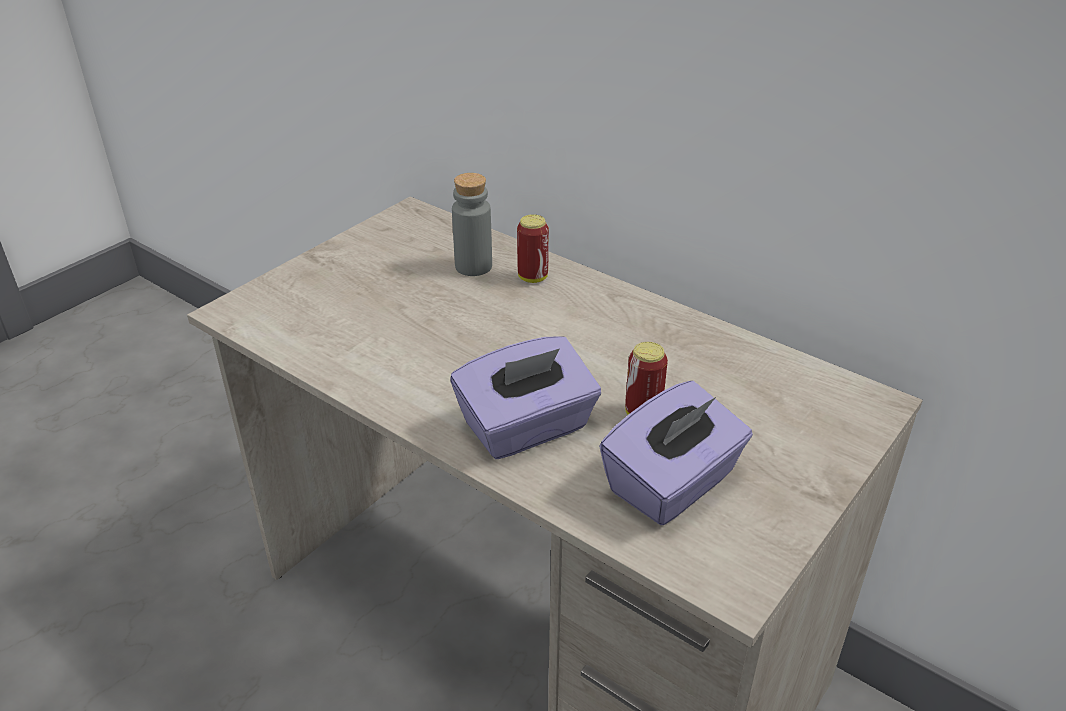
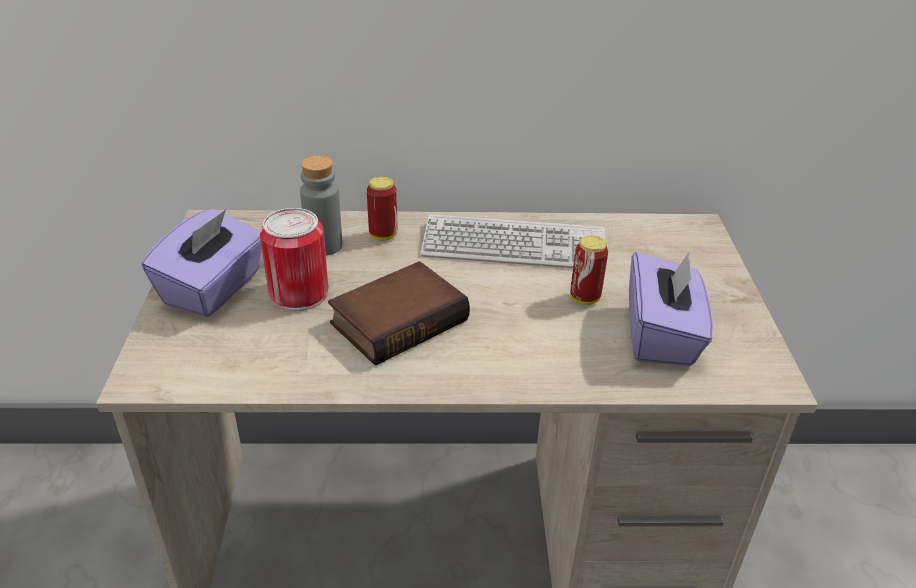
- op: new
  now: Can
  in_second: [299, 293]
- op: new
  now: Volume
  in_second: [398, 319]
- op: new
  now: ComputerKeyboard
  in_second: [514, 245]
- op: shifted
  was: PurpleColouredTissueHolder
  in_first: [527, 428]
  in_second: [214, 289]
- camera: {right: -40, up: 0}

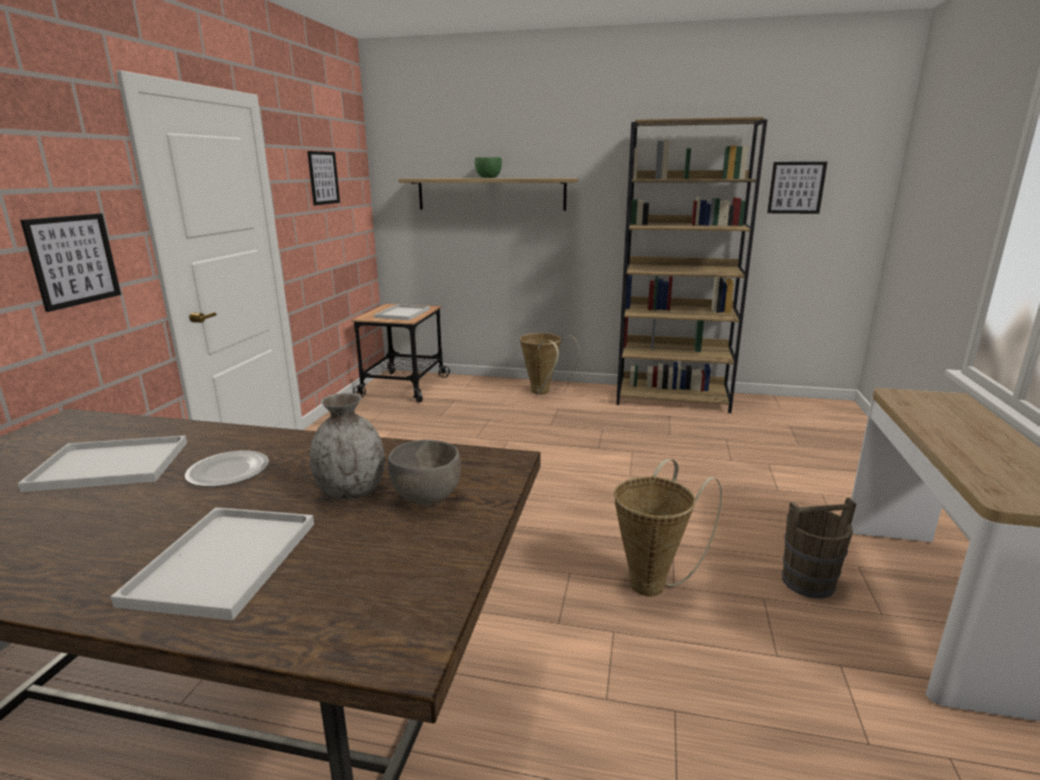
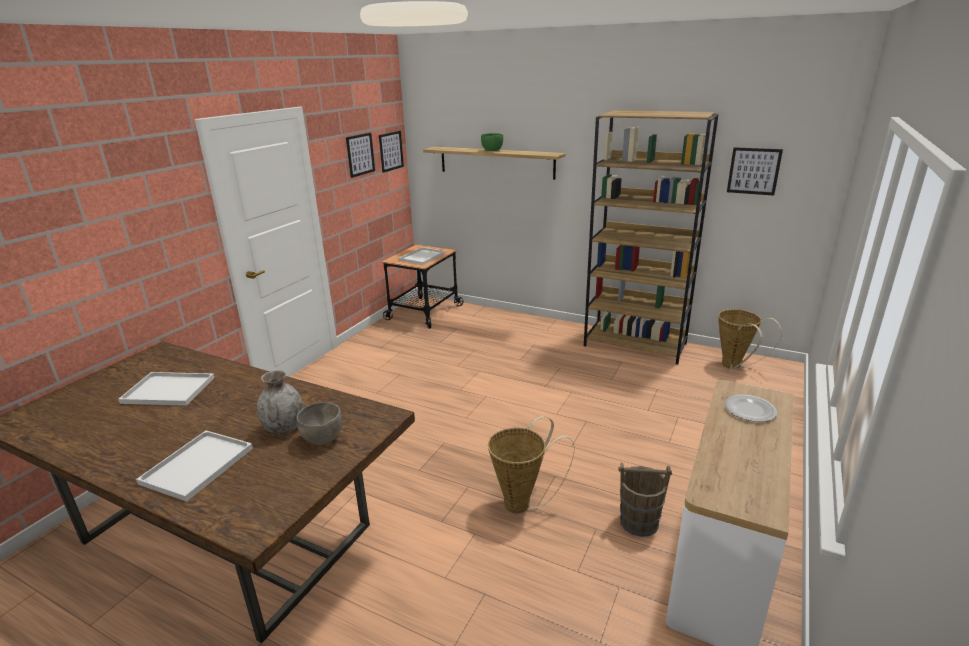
- op: shifted
  was: Picture
  in_first: [73, 260]
  in_second: [391, 151]
- op: shifted
  was: Plate
  in_first: [229, 471]
  in_second: [750, 409]
- op: shifted
  was: StorageBasket
  in_first: [543, 392]
  in_second: [734, 367]
- camera: {right: 15, up: 5}

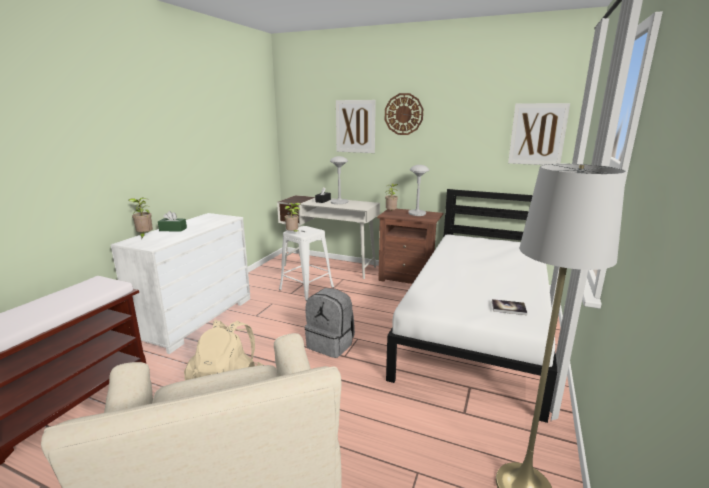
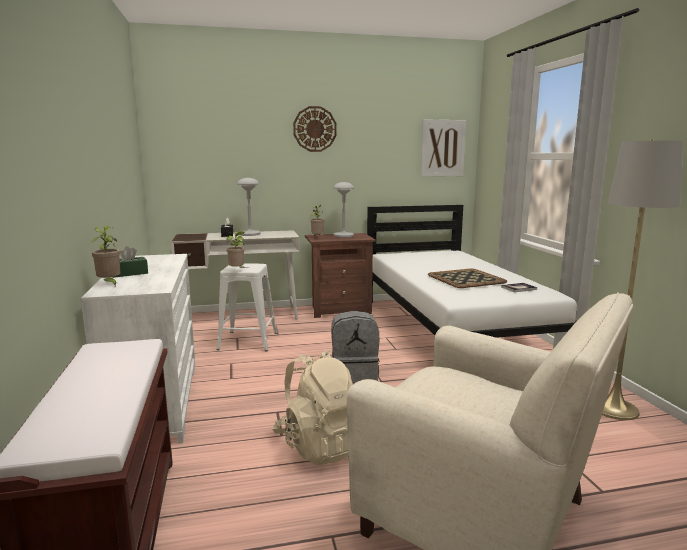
- op: gone
  was: Picture
  in_first: [355, 126]
- op: new
  now: ServingTray
  in_second: [466, 279]
- camera: {right: -35, up: -5}

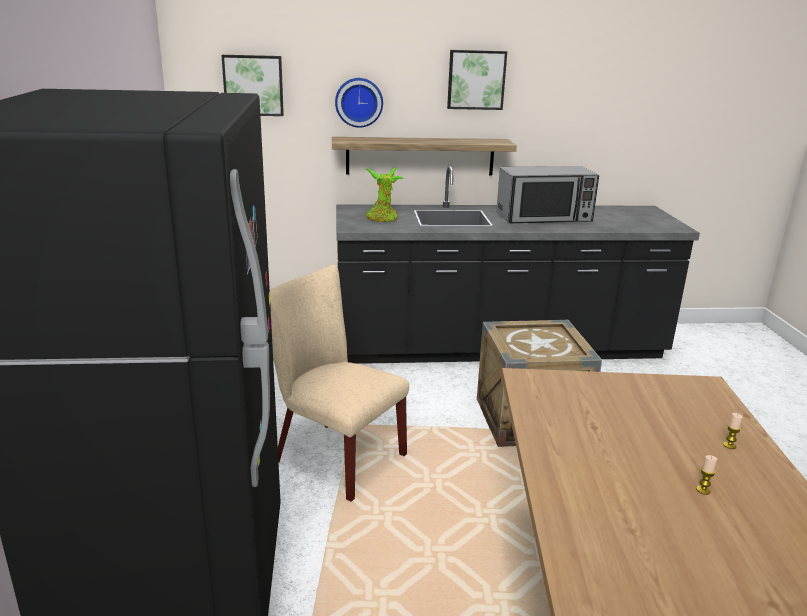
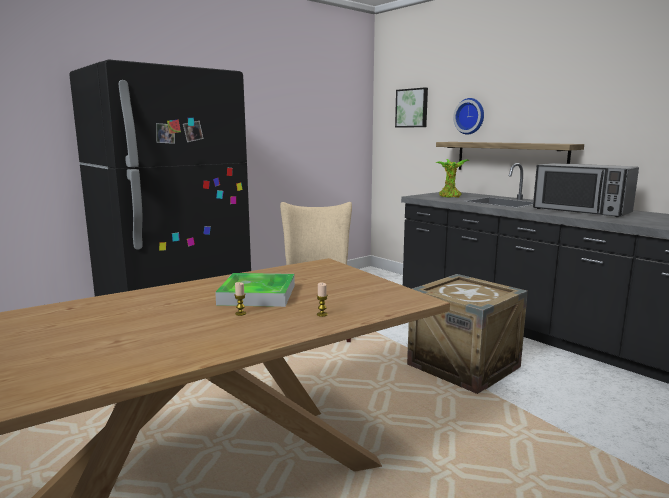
- op: gone
  was: Picture
  in_first: [476, 79]
- op: new
  now: ServingTray
  in_second: [257, 294]
- camera: {right: 55, up: -10}

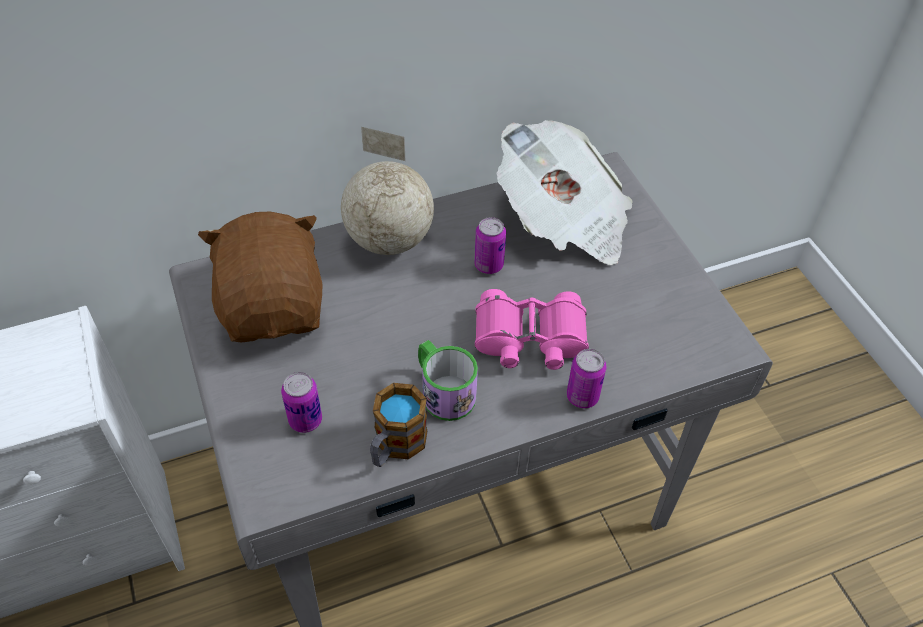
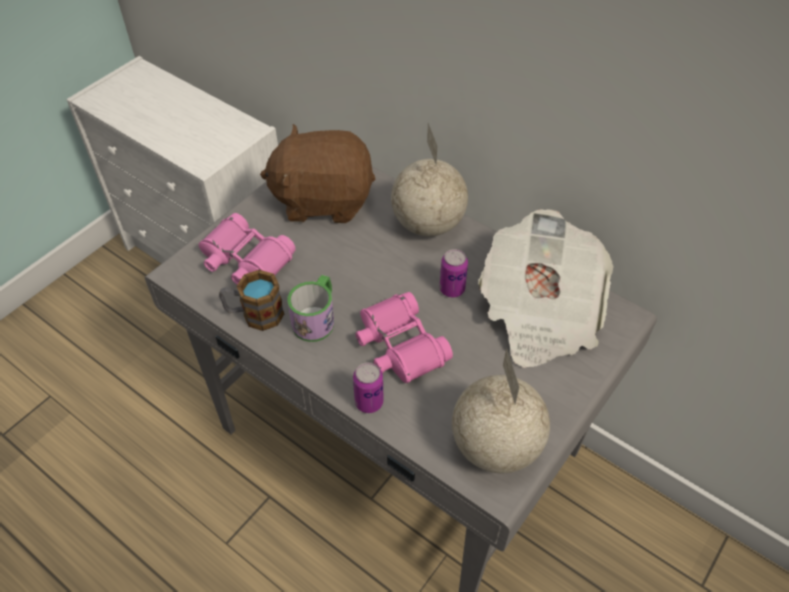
- op: new
  now: WorldGlobe
  in_second: [495, 448]
- op: swapped
  was: Can
  now: PinkColouredPairOfBinoculars
  in_first: [305, 420]
  in_second: [245, 260]
- op: rotated
  was: BrownishSoftToy
  in_first: [274, 307]
  in_second: [323, 200]
  clockwise: -135
- camera: {right: 60, up: 0}

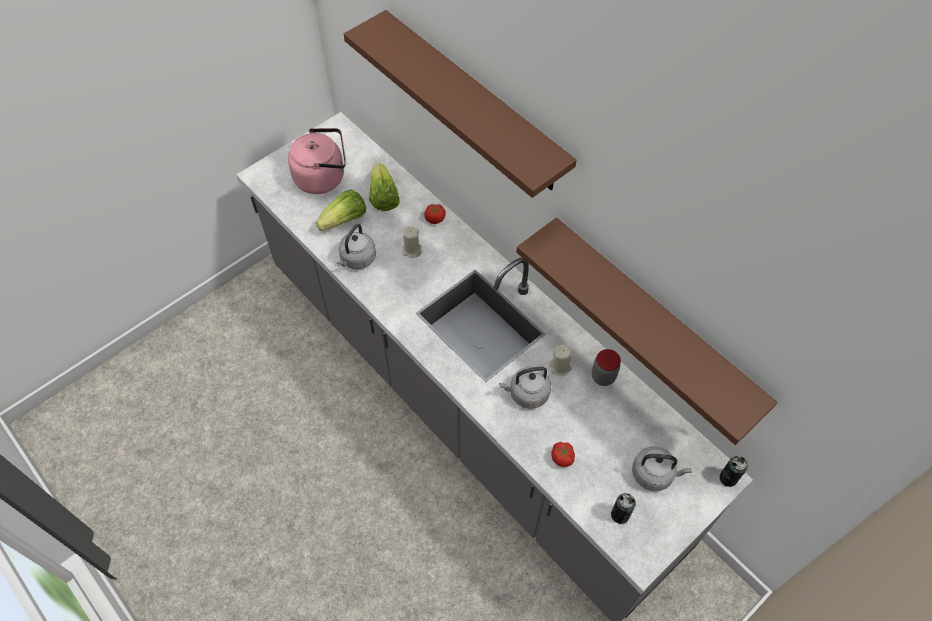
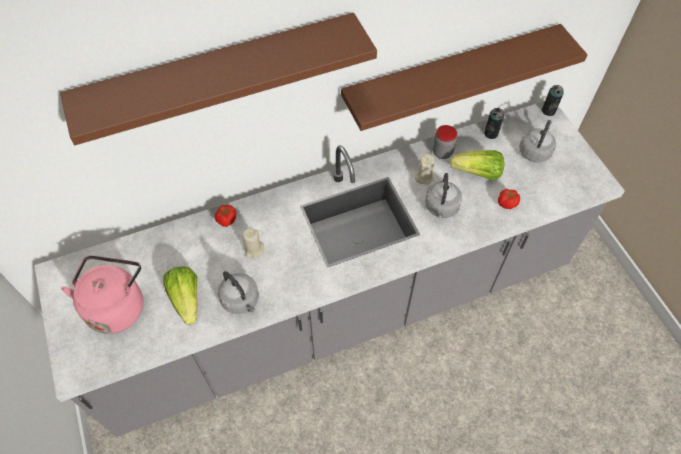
- op: shifted
  was: HeadOfLettuce
  in_first: [383, 197]
  in_second: [478, 173]
- op: shifted
  was: Can
  in_first: [620, 515]
  in_second: [491, 133]
- camera: {right: -70, up: 0}

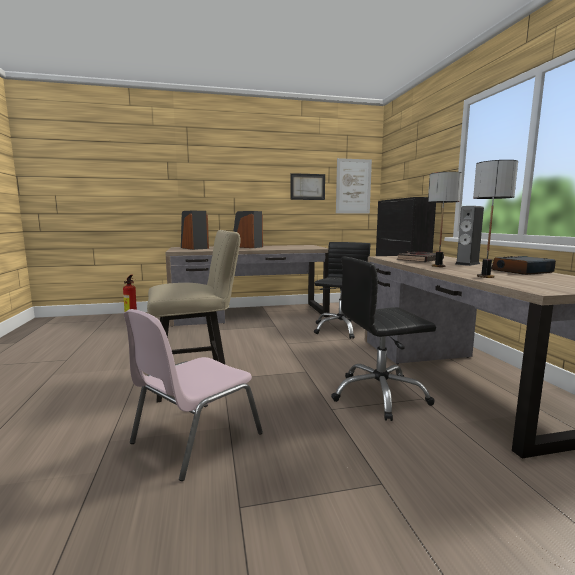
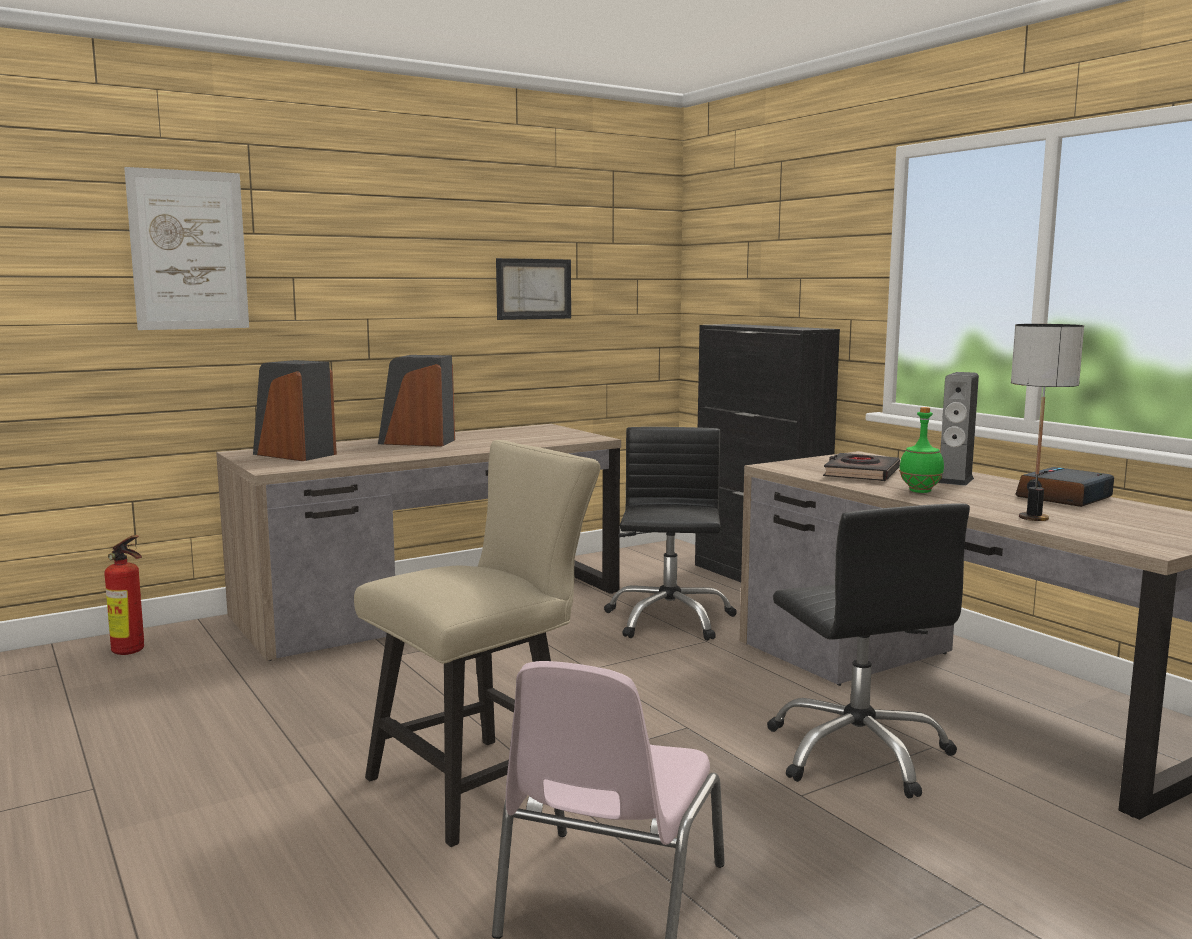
- op: shifted
  was: Picture
  in_first: [353, 186]
  in_second: [189, 250]
- op: swapped
  was: TableLamp
  now: GreenDrinkBottle
  in_first: [438, 266]
  in_second: [920, 491]
- op: rotated
  was: BlackComputerChair
  in_first: [379, 395]
  in_second: [858, 753]
  clockwise: -75
- camera: {right: -20, up: 0}

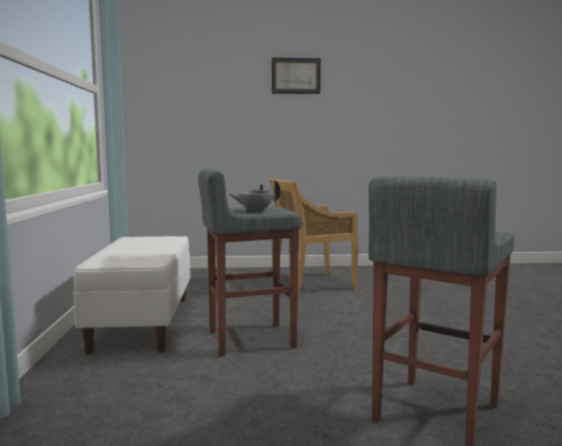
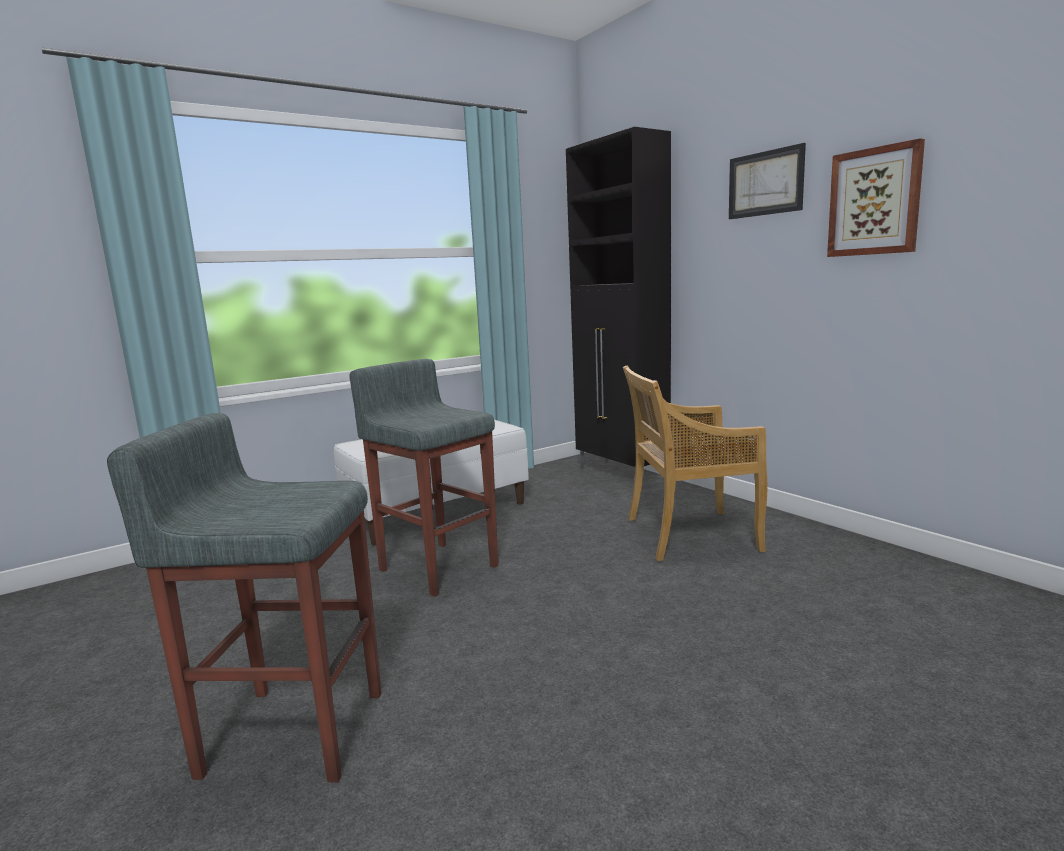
- op: gone
  was: GreyishPotForTea
  in_first: [255, 211]
- op: new
  now: BlackCupboard
  in_second: [622, 474]
- op: new
  now: Picture
  in_second: [874, 202]
- op: rotated
  was: BeigeColouredChair
  in_first: [311, 284]
  in_second: [689, 535]
  clockwise: -45
- camera: {right: 60, up: 5}

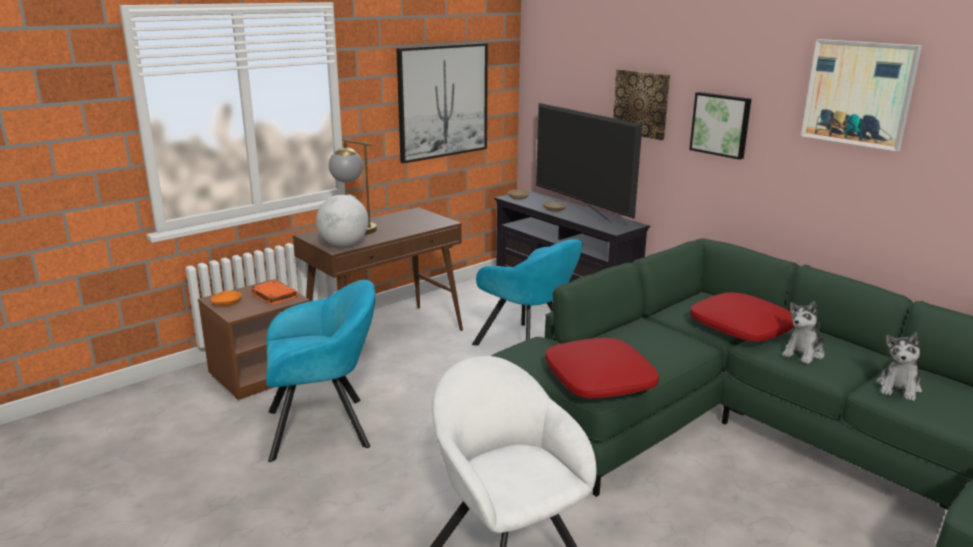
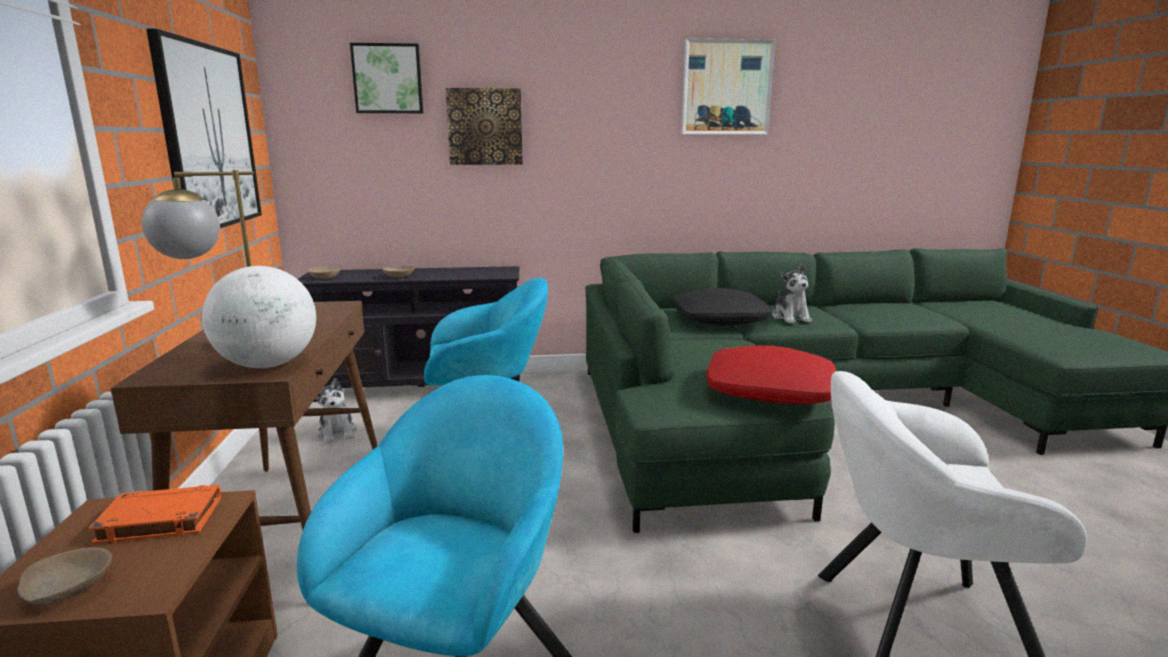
- op: gone
  was: TvSet
  in_first: [582, 211]
- op: shifted
  was: Picture
  in_first: [721, 124]
  in_second: [388, 79]
- op: shifted
  was: SoftToy
  in_first: [898, 387]
  in_second: [337, 433]
- op: repainted
  was: OrangeyServingBowl
  now: BeigeColouredServingBowl
  in_first: [227, 303]
  in_second: [68, 589]
- op: repainted
  was: RedColouredThrowPillow
  now: BlackThrowPillow
  in_first: [742, 328]
  in_second: [720, 319]
- camera: {right: -55, up: -5}

